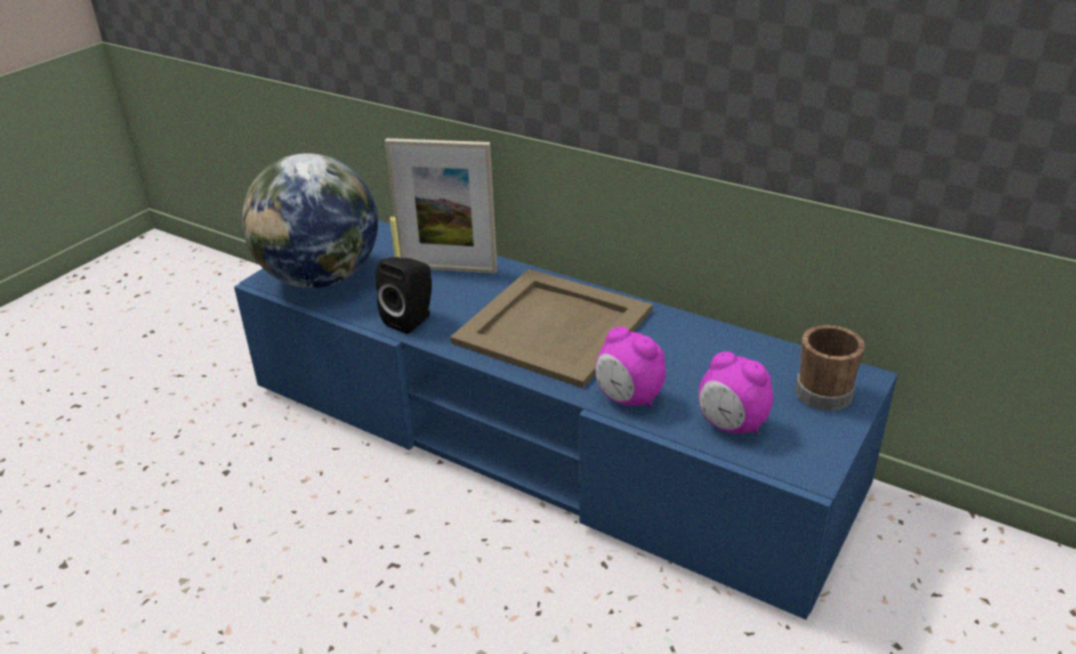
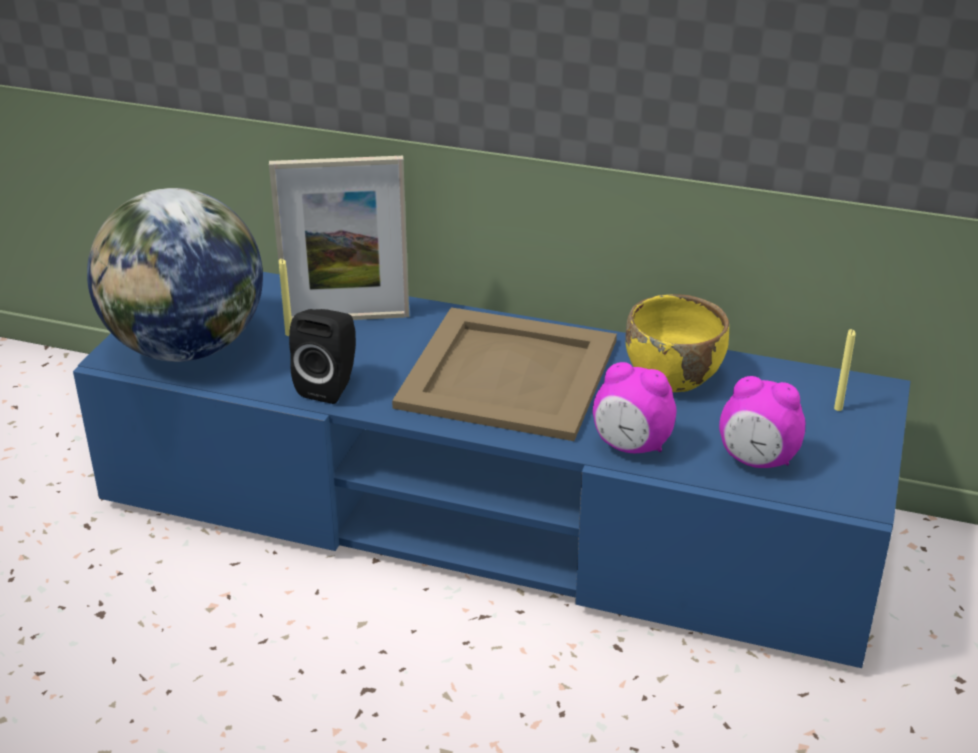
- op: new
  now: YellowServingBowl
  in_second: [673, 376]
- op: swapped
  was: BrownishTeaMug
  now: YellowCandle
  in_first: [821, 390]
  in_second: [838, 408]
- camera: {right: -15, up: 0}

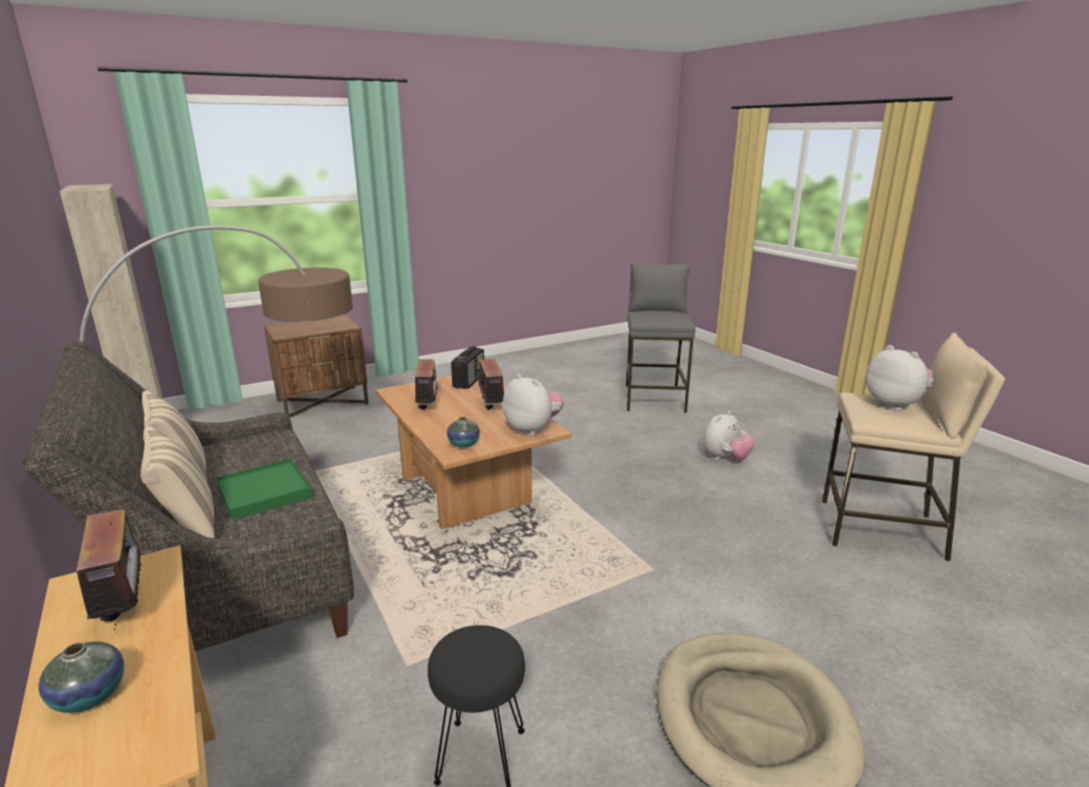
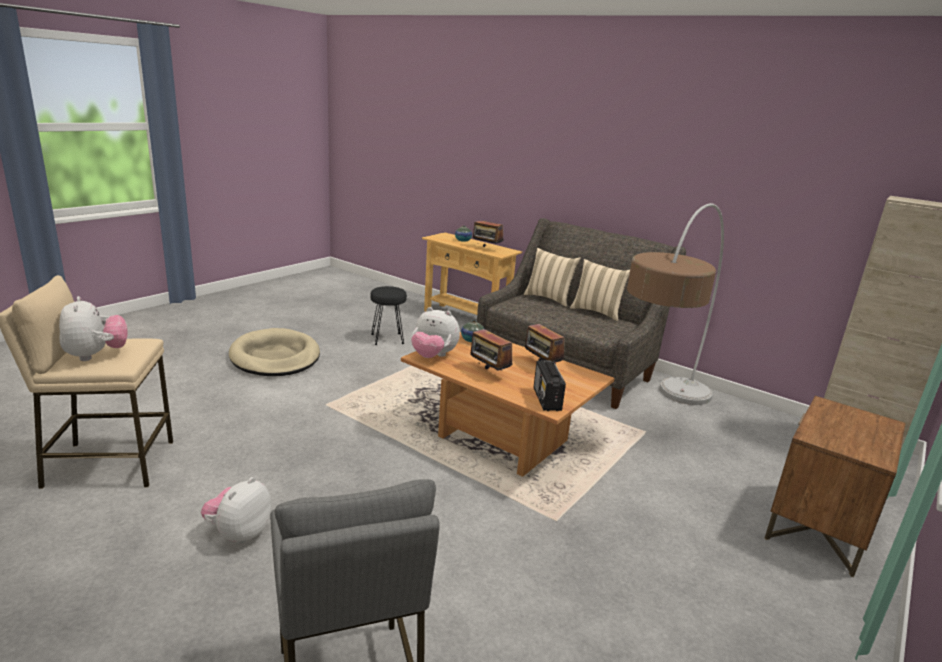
- op: gone
  was: GreenServingTray
  in_first: [264, 492]
- op: rotated
  was: SoftToy
  in_first: [895, 405]
  in_second: [96, 355]
  clockwise: -150
- camera: {right: 155, up: 0}

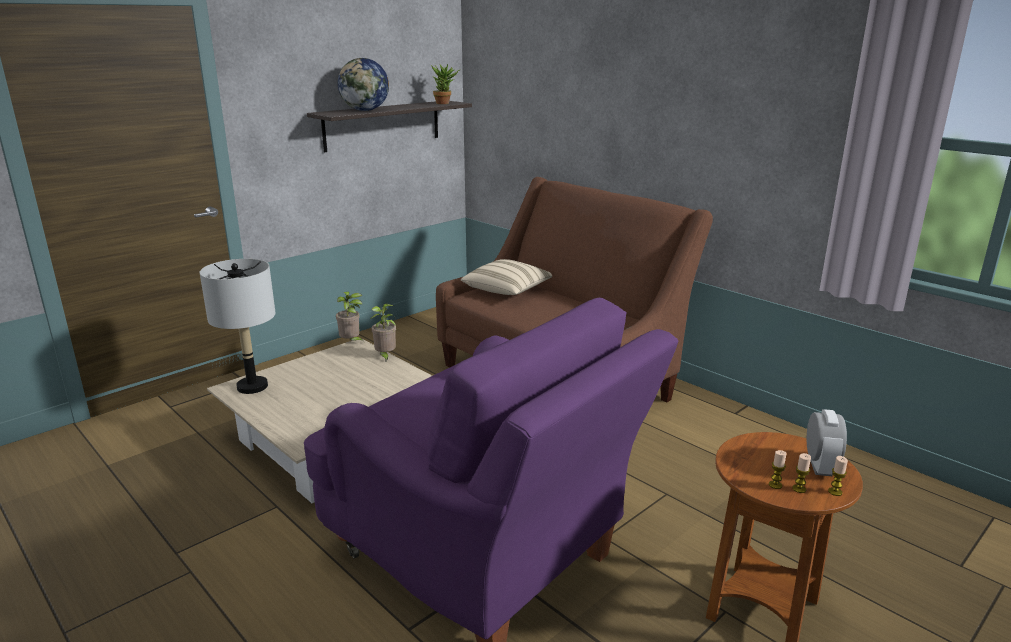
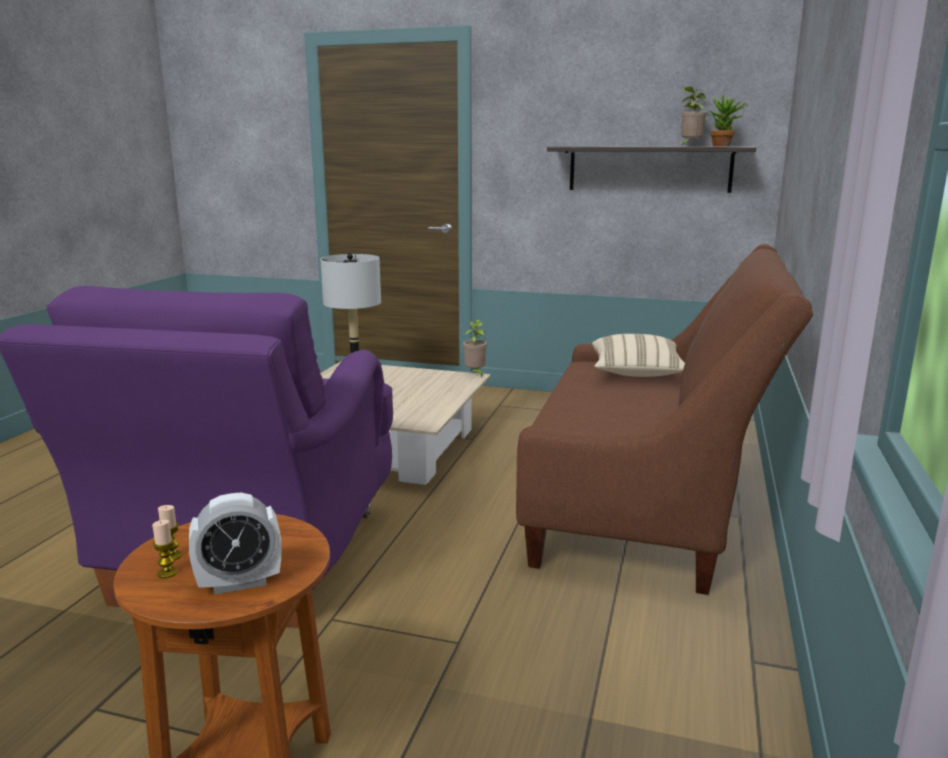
- op: gone
  was: WorldGlobe
  in_first: [365, 110]
- op: gone
  was: Candle
  in_first: [835, 492]
- op: shifted
  was: PlantInAPot
  in_first: [385, 356]
  in_second: [689, 146]
- camera: {right: 60, up: -5}

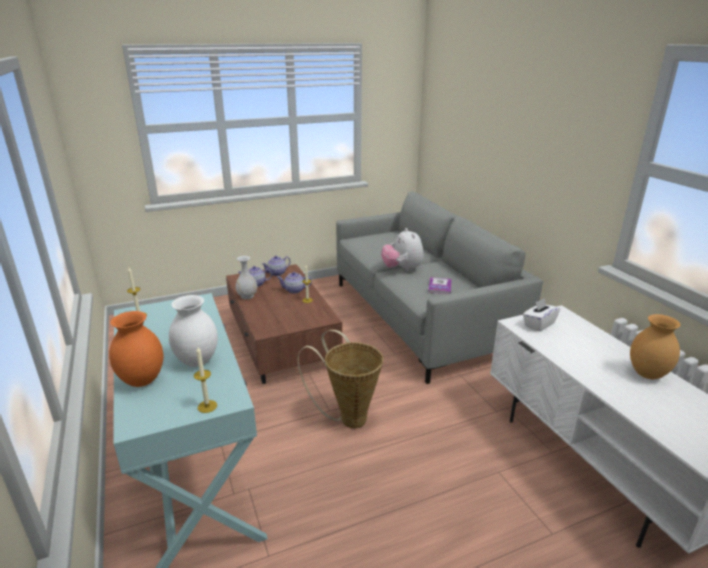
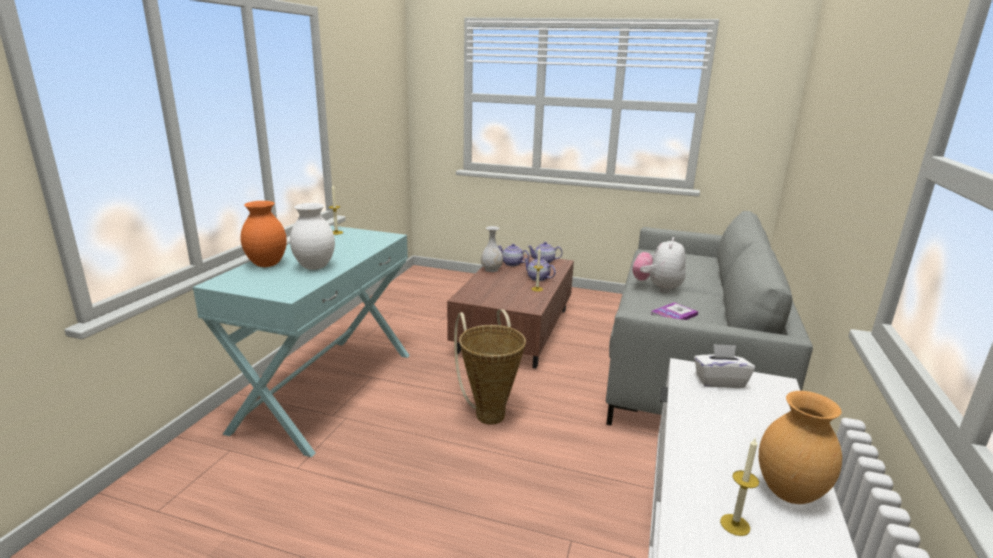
- op: shifted
  was: Candle
  in_first: [207, 406]
  in_second: [735, 525]
- camera: {right: 40, up: -5}

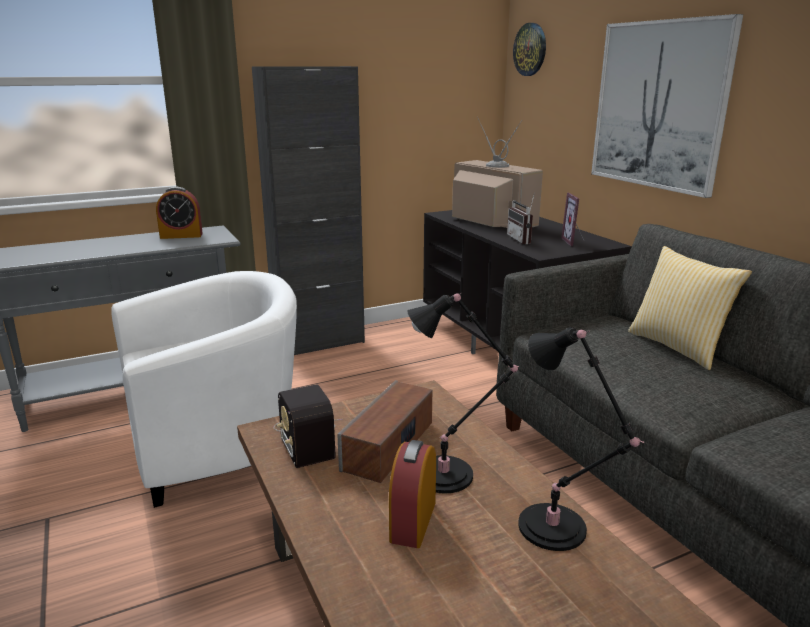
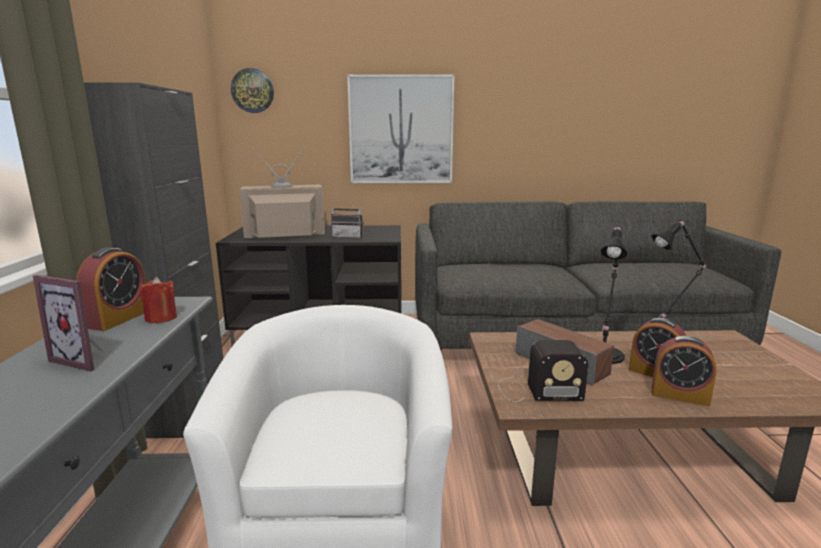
- op: gone
  was: ThrowPillow
  in_first: [678, 347]
- op: new
  now: RedColouredCandle
  in_second: [161, 318]
- op: new
  now: TableClock
  in_second: [679, 395]
- op: shifted
  was: PictureFrame
  in_first: [574, 241]
  in_second: [85, 359]
- camera: {right: -65, up: -5}

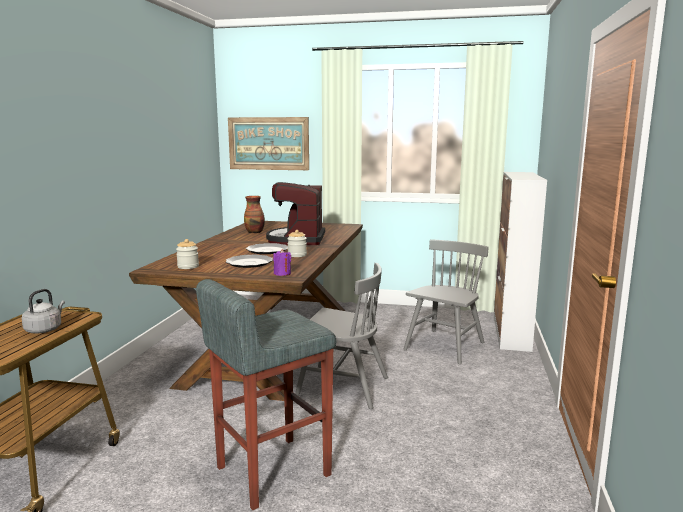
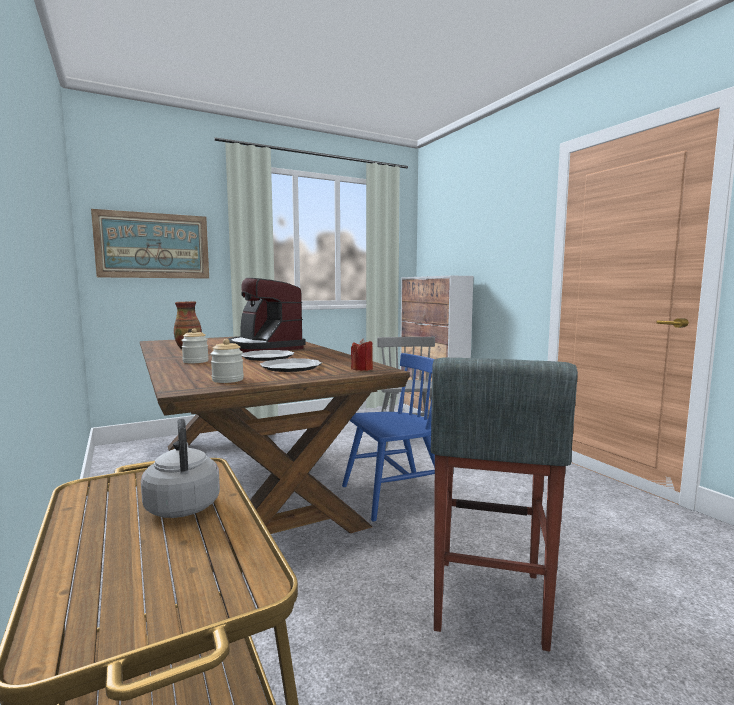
- op: shifted
  was: Jar
  in_first: [297, 255]
  in_second: [195, 361]
- op: repainted
  was: PurpleColouredCandle
  now: RedColouredCandle
  in_first: [282, 273]
  in_second: [362, 369]
- op: repainted
  was: GreyishChair
  now: BlueChair
  in_first: [342, 387]
  in_second: [395, 495]
- camera: {right: -40, up: -5}

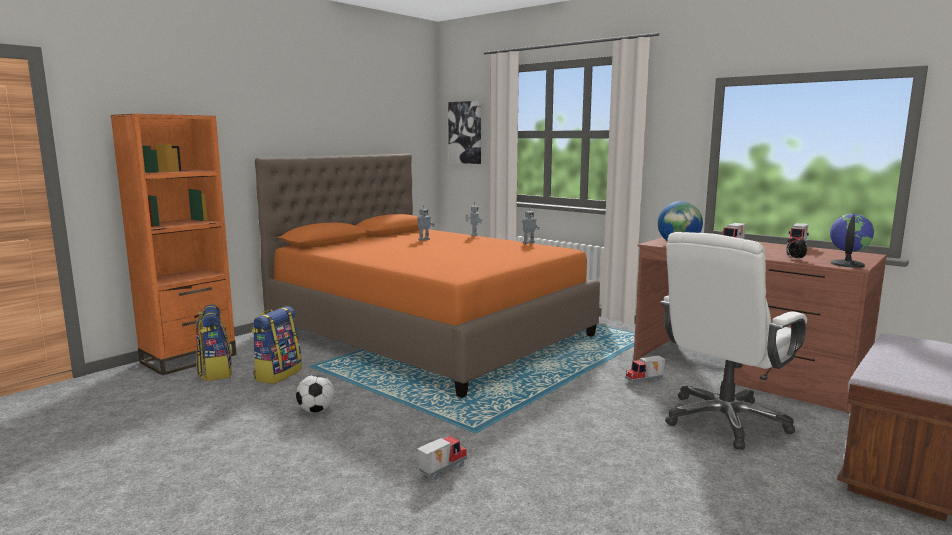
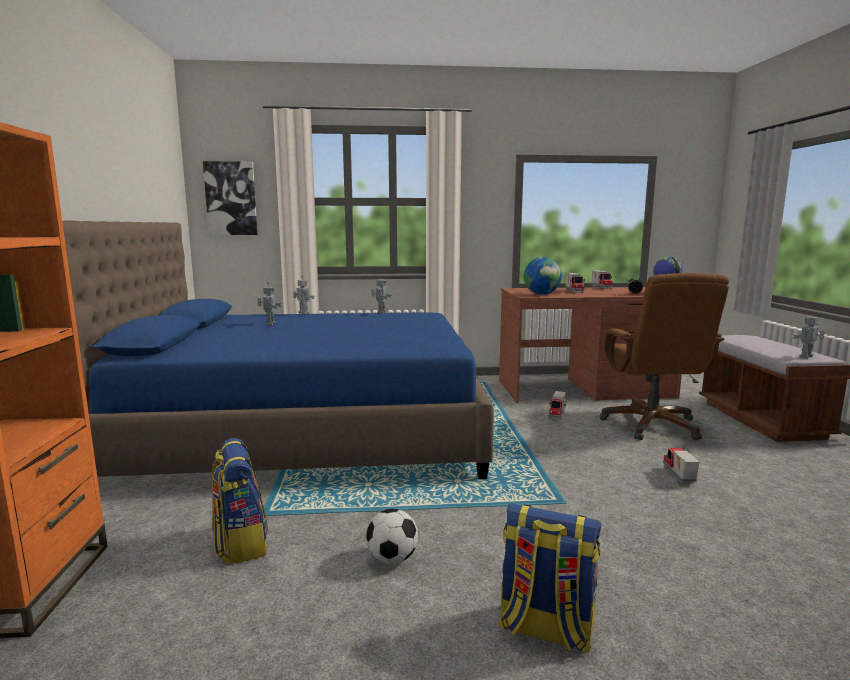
- op: new
  now: ModelRobot
  in_second: [807, 357]
- op: shifted
  was: Rucksack
  in_first: [215, 372]
  in_second: [545, 629]
- op: shifted
  was: ToyLorry
  in_first: [441, 469]
  in_second: [677, 476]
- op: repainted
  was: OrangeyBed
  now: BlueBed
  in_first: [429, 332]
  in_second: [309, 431]
- op: repainted
  was: WhiteColouredComputerChair
  now: BrownishComputerChair
  in_first: [724, 421]
  in_second: [651, 425]
- camera: {right: -45, up: 0}

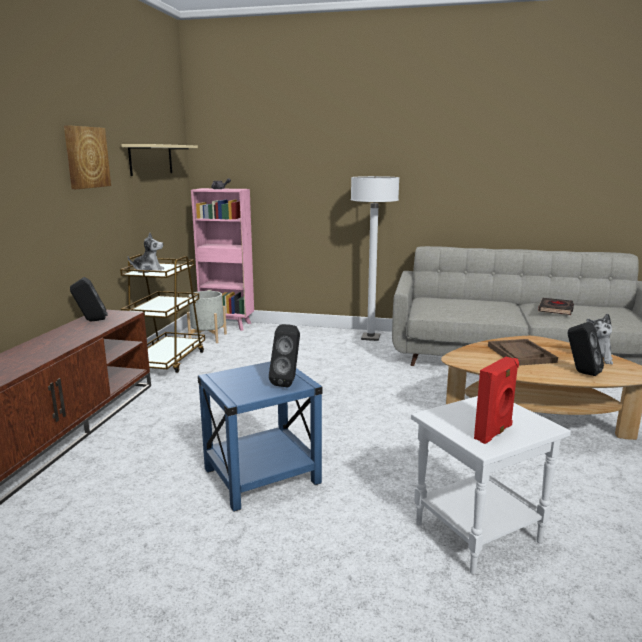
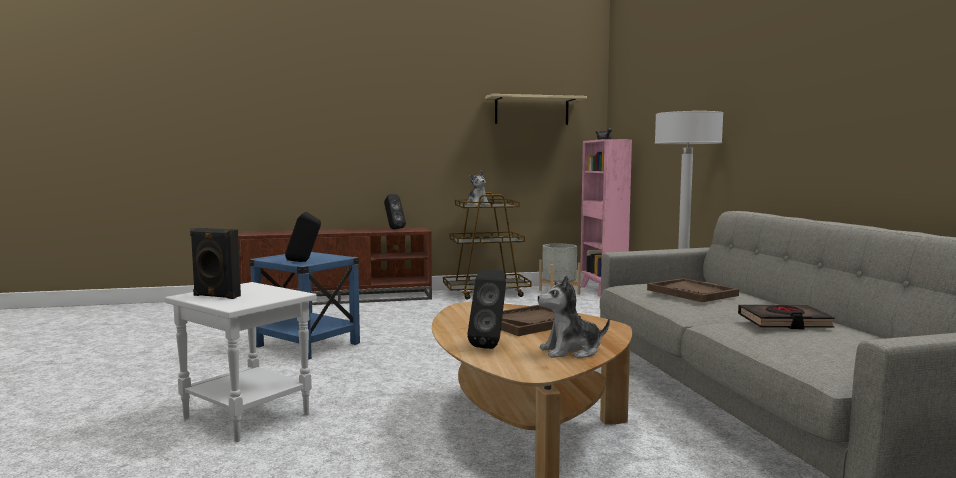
- op: gone
  was: Picture
  in_first: [86, 157]
- op: new
  now: BrownishServingTray
  in_second: [692, 293]
- op: repainted
  was: RedColouredLoudspeaker
  now: BlackLoudspeaker
  in_first: [494, 433]
  in_second: [215, 296]
- camera: {right: 65, up: -10}

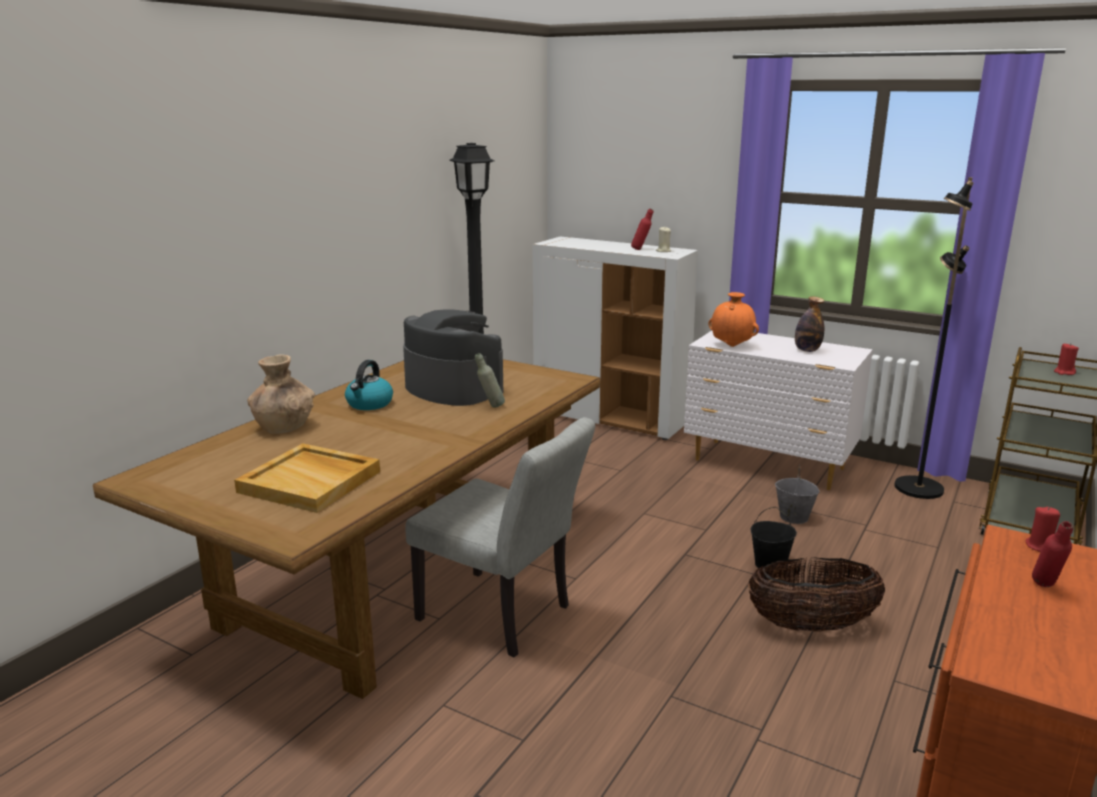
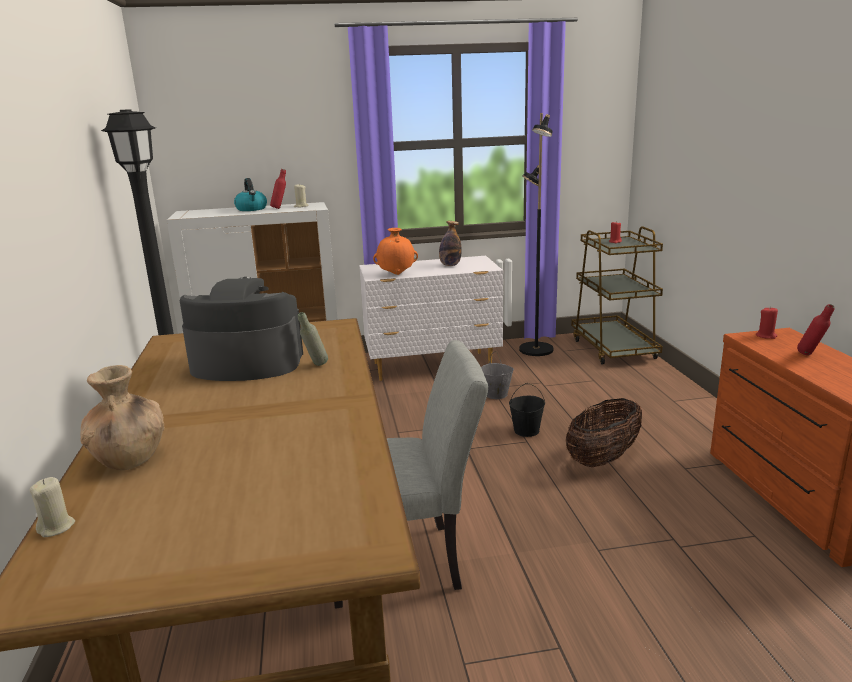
- op: gone
  was: BeigeColouredServingTray
  in_first: [311, 481]
- op: new
  now: BeigeColouredCandle
  in_second: [56, 527]
- op: shifted
  was: Kettle
  in_first: [369, 404]
  in_second: [252, 209]
- camera: {right: -40, up: 0}

